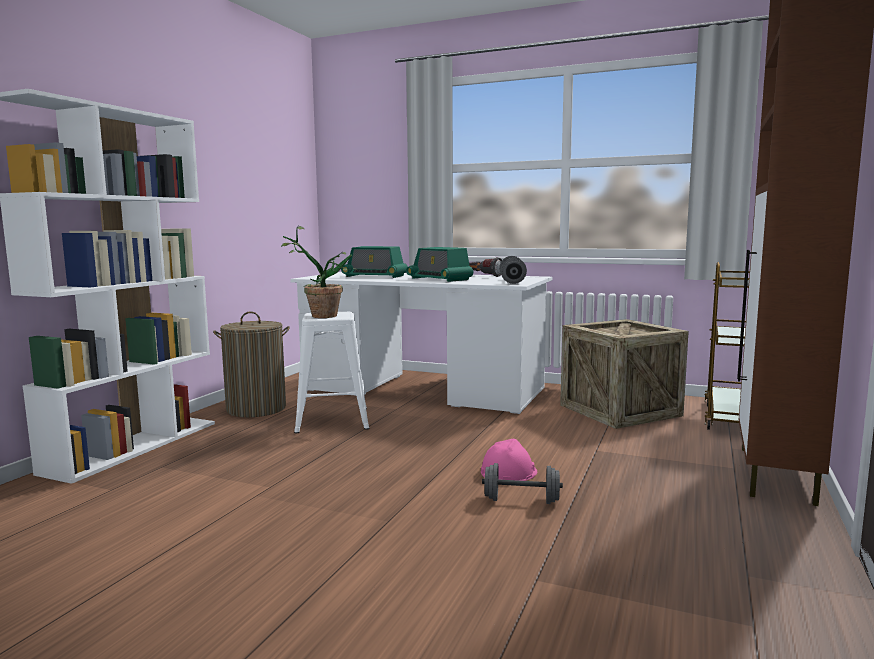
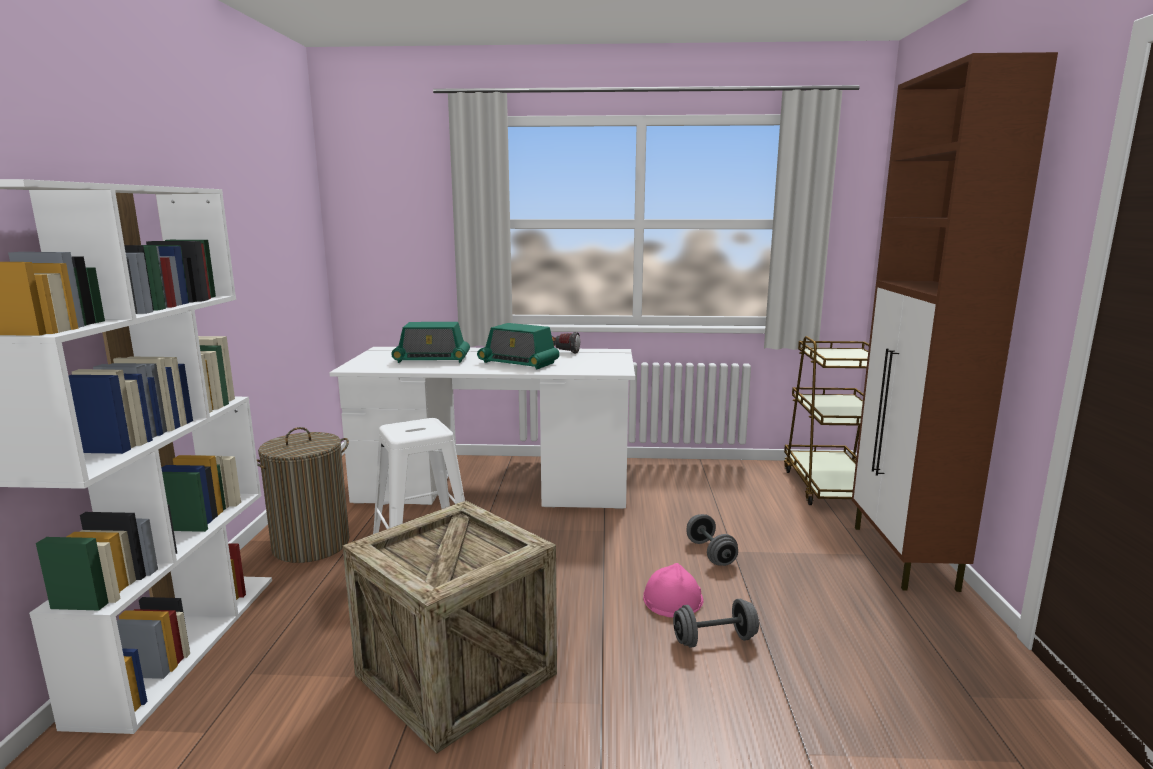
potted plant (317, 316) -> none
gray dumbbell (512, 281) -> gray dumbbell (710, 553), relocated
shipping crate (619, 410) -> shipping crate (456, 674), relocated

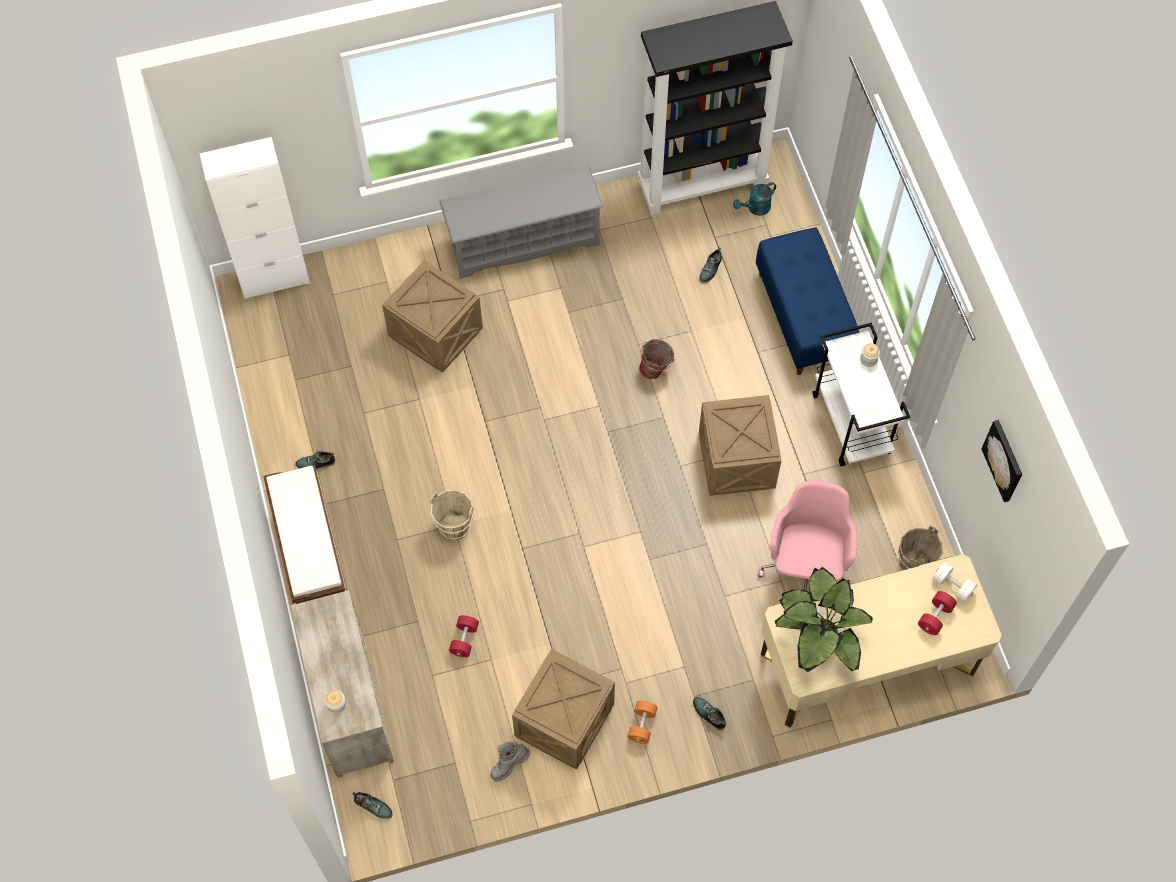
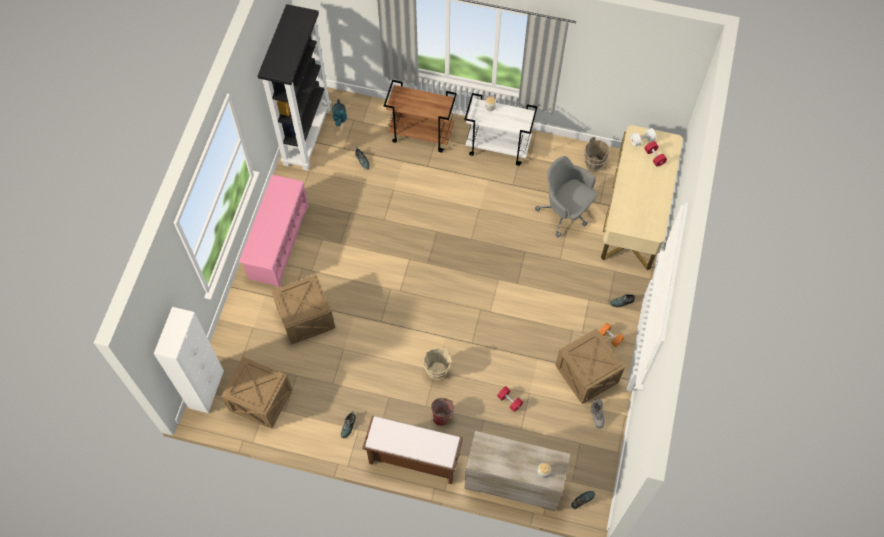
potted plant (818, 640) -> none
picture (1004, 460) -> none
water bucket (656, 370) -> water bucket (442, 415), relocated
shipping crate (736, 459) -> shipping crate (260, 400), relocated
blue indoor bench (803, 317) -> brown cart (422, 134)
gray shoe stand (523, 241) -> pink-coloured shoe stand (278, 242)
pink-coloured desk chair (806, 566) -> gray desk chair (565, 212)

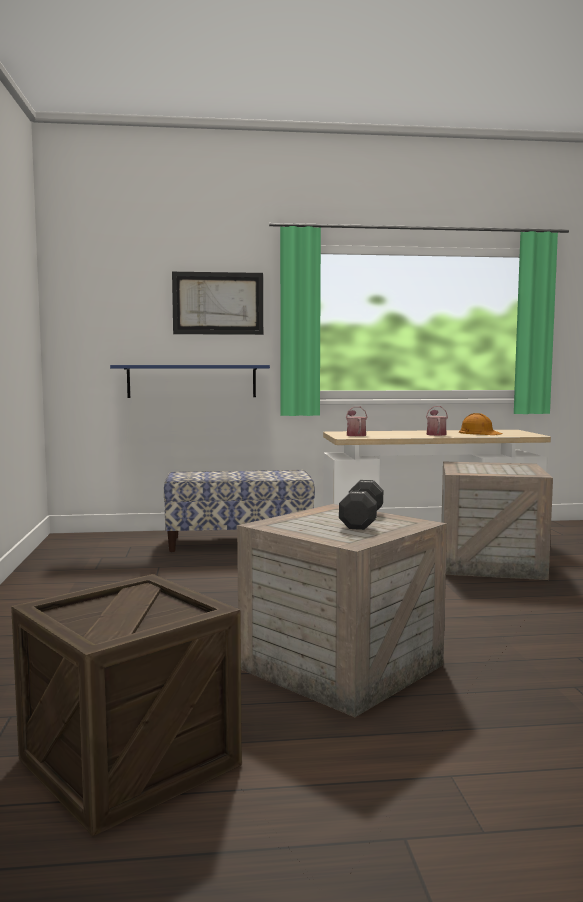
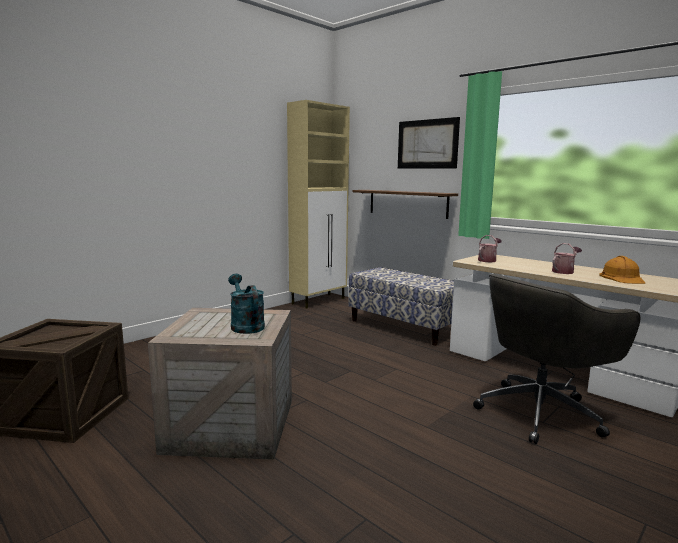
none -> sand-coloured cabinet (319, 301)
black dumbbell (362, 520) -> turquoise watering can (245, 325)
shipping crate (488, 563) -> gray desk chair (541, 412)
blue bracket shelf (192, 381) -> brown bracket shelf (407, 203)

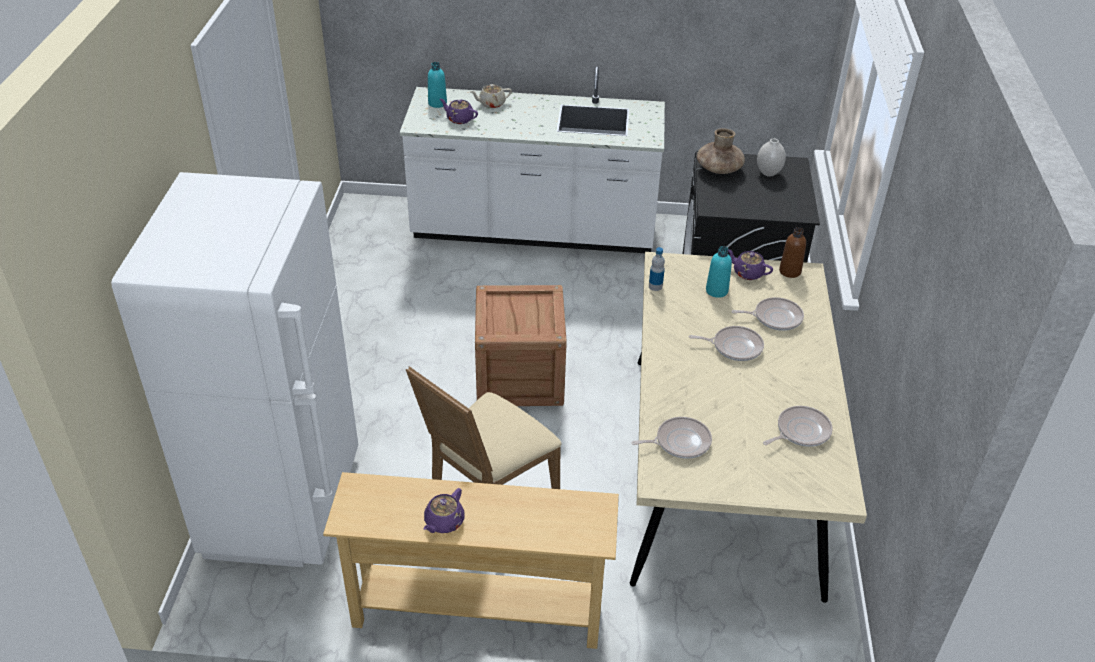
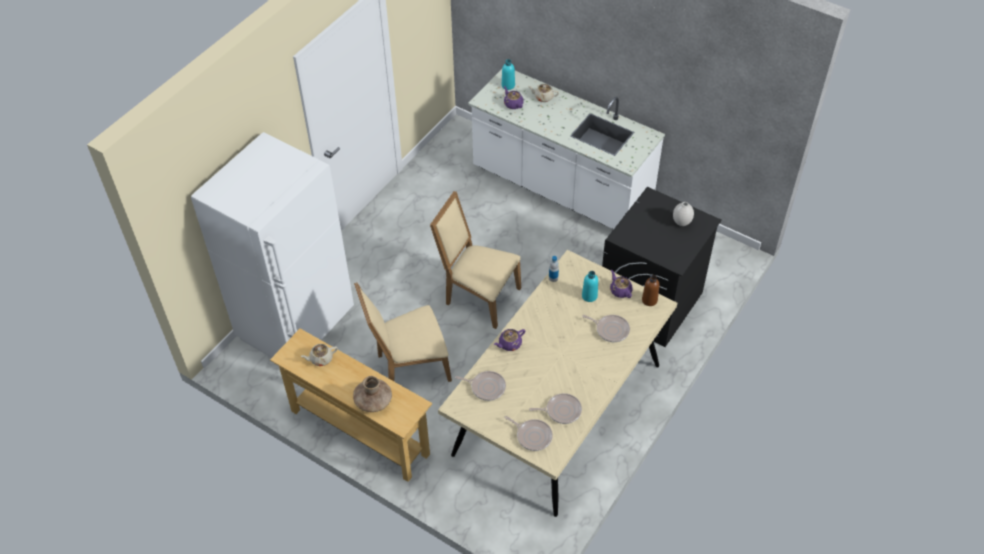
none -> sand-coloured pot for tea (321, 359)
purple pot for tea (443, 522) -> purple pot for tea (509, 344), relocated
pan (734, 347) -> pan (532, 435), relocated
brown vase (718, 169) -> brown vase (373, 401), relocated
shipping crate (519, 377) -> sand-coloured upright chair (478, 296)

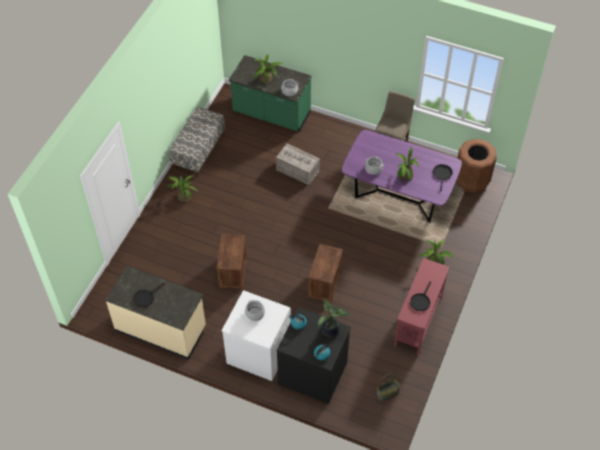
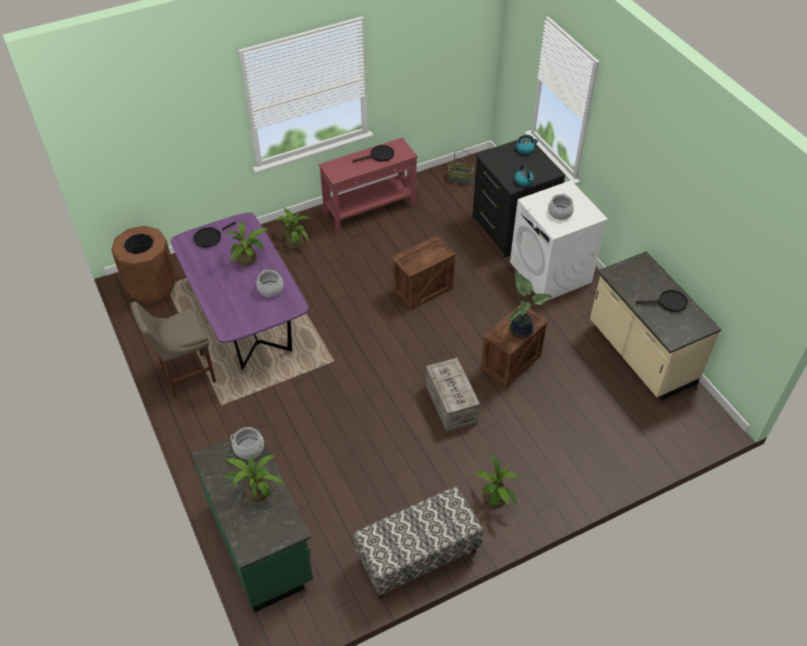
shipping crate (298, 170) -> shipping crate (450, 403), relocated
potted plant (330, 331) -> potted plant (521, 329), relocated

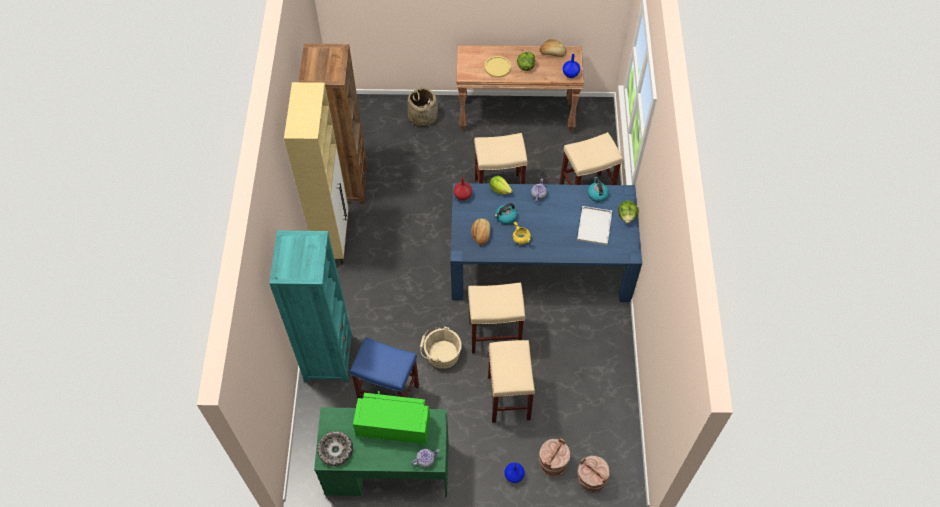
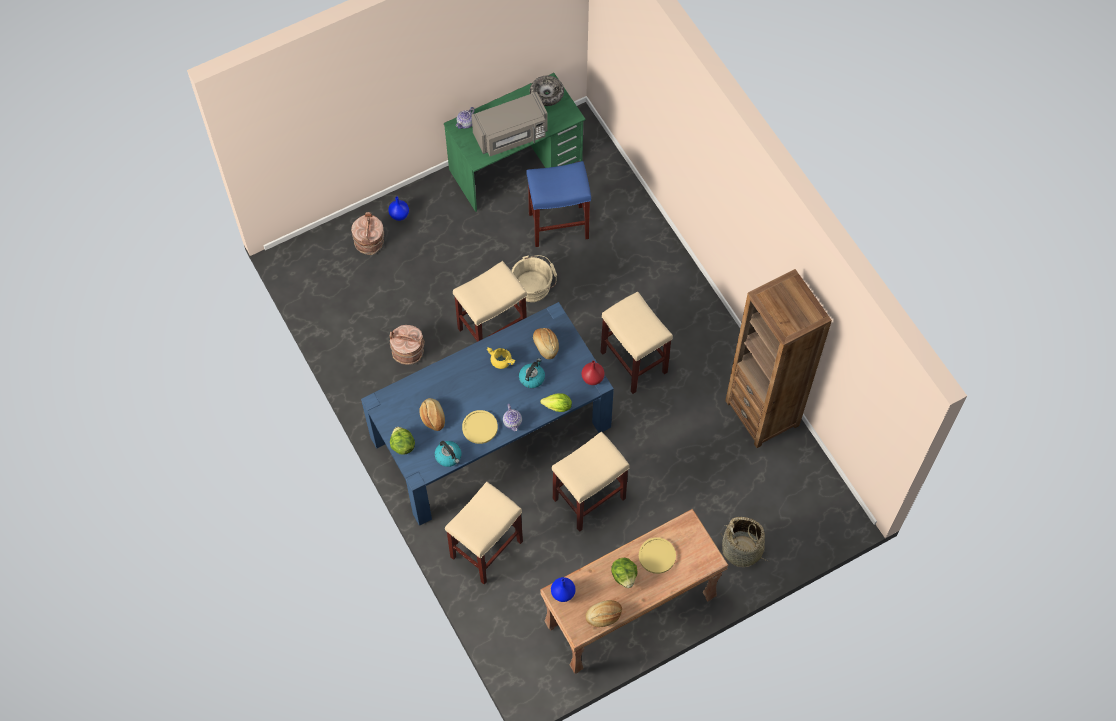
turquoise bookcase (328, 358) -> none
sand-coloured cabinet (334, 239) -> none
none -> yellow dinner plate (480, 427)
sand-coloured sitting stool (508, 397) -> sand-coloured sitting stool (634, 362), relocated
brown water bucket (591, 479) -> brown water bucket (408, 352), relocated
whitish serving tray (594, 225) -> baked bread (433, 417)
green-coloured kitchen microwave (393, 425) -> gray kitchen microwave (511, 136)

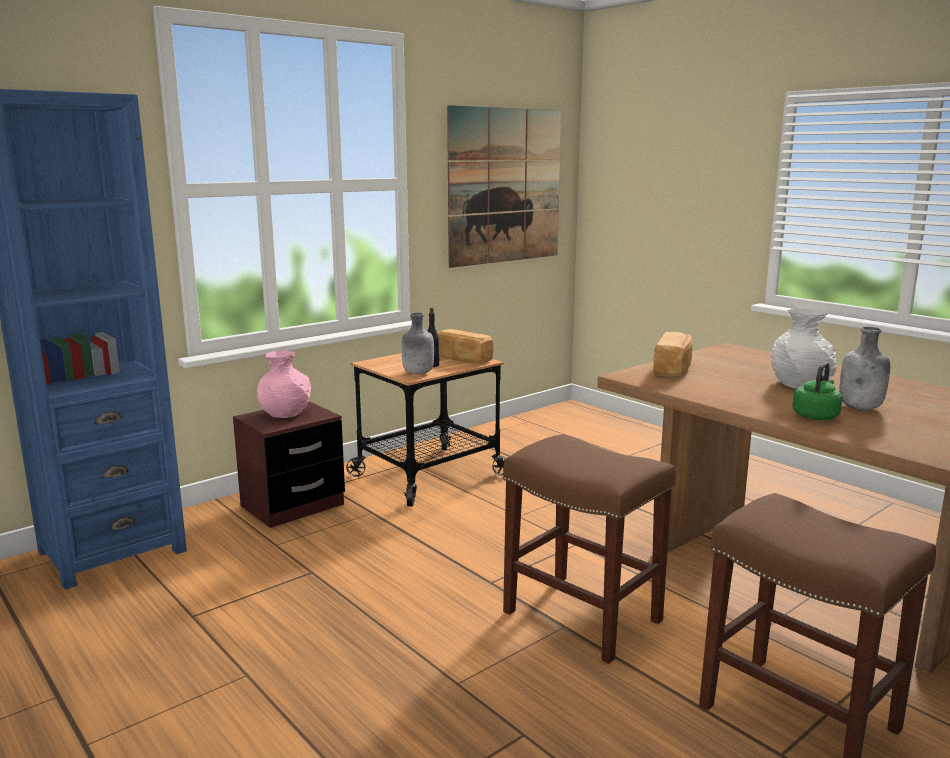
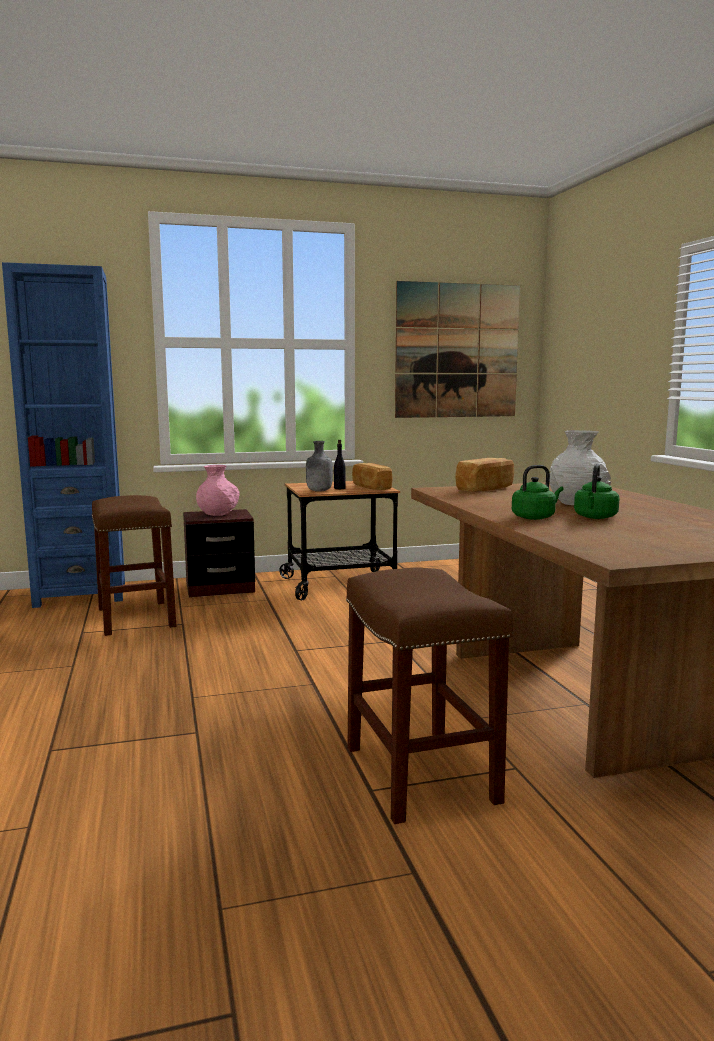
brown sitting stool (580, 616) -> brown sitting stool (135, 617), relocated
gray drink bottle (861, 408) -> green-coloured water kettle (595, 517)

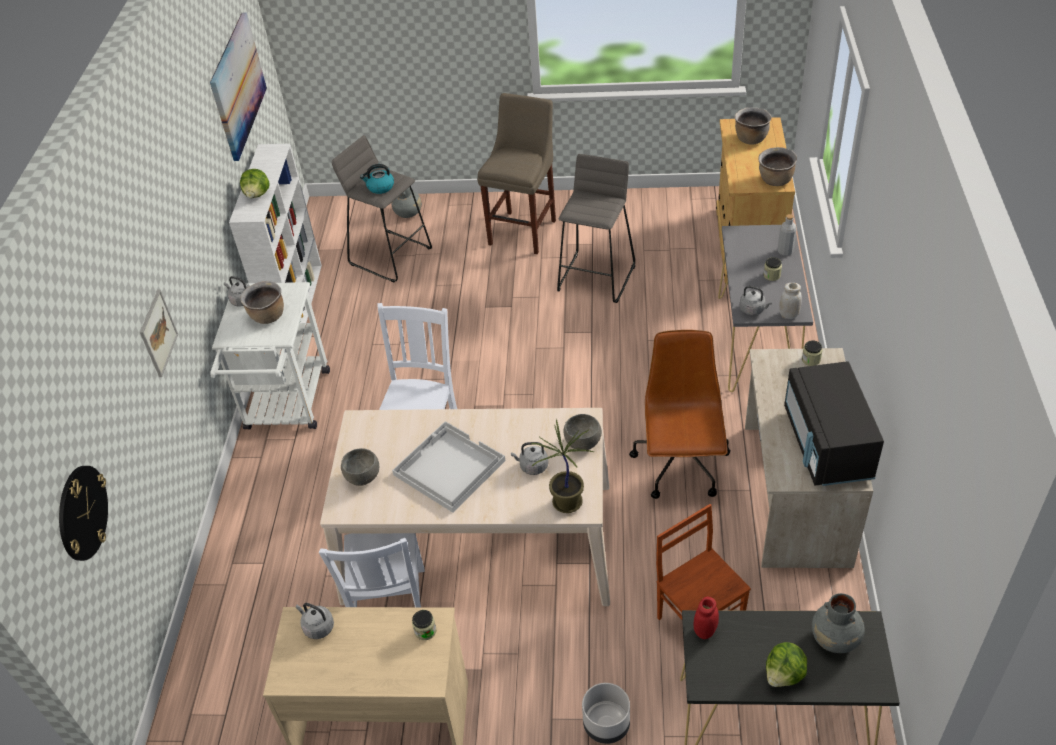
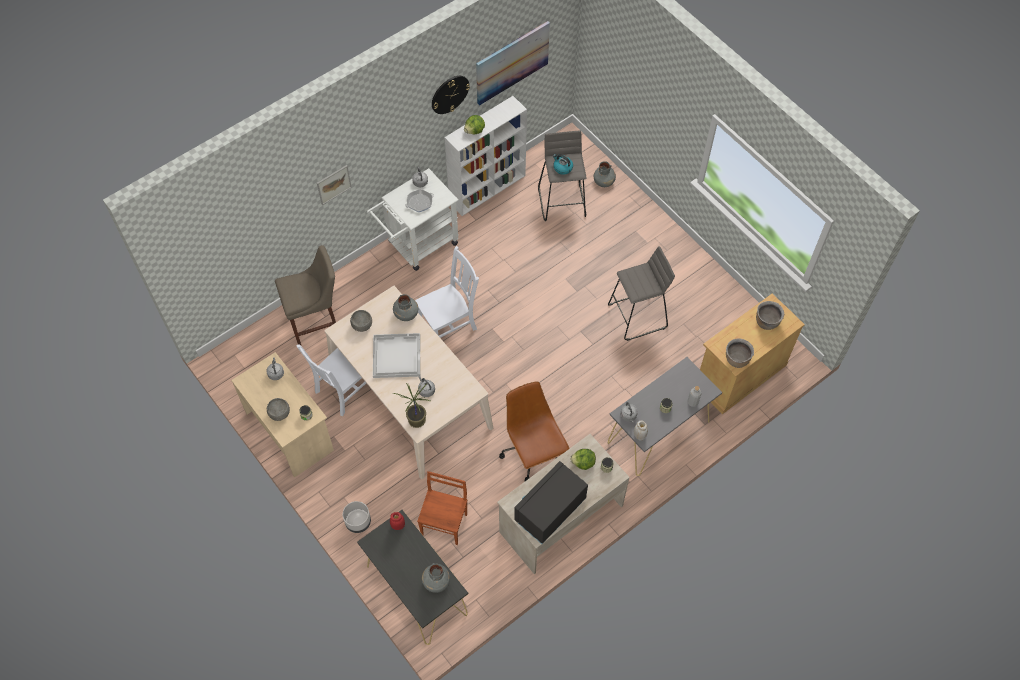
none -> gray vase (406, 313)
clock on the wall (82, 512) -> clock on the wall (449, 94), relocated
sand-coloured sitting stool (524, 230) -> sand-coloured sitting stool (317, 324), relocated
gray deep dish (583, 442) -> gray deep dish (280, 414), relocated
lettuce head (784, 675) -> lettuce head (583, 463), relocated
brown saucepot (267, 316) -> pan (419, 202)
brown desk chair (681, 467) -> brown desk chair (533, 453), 75 degrees counterclockwise

